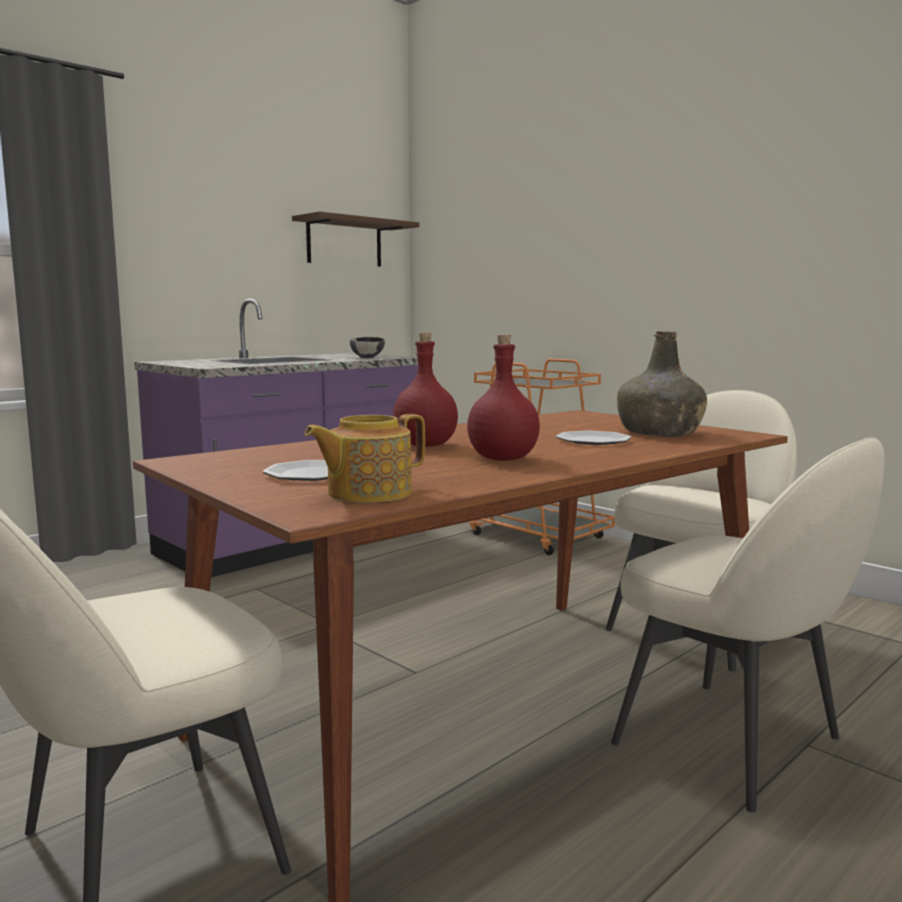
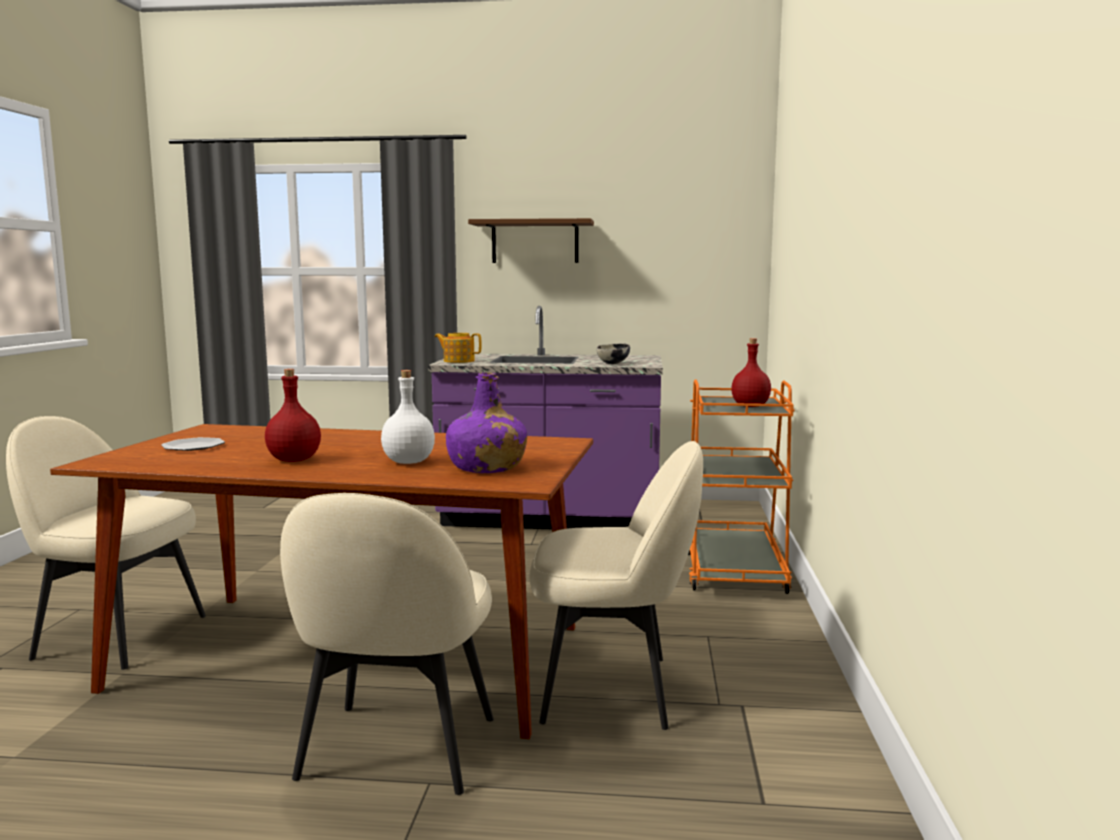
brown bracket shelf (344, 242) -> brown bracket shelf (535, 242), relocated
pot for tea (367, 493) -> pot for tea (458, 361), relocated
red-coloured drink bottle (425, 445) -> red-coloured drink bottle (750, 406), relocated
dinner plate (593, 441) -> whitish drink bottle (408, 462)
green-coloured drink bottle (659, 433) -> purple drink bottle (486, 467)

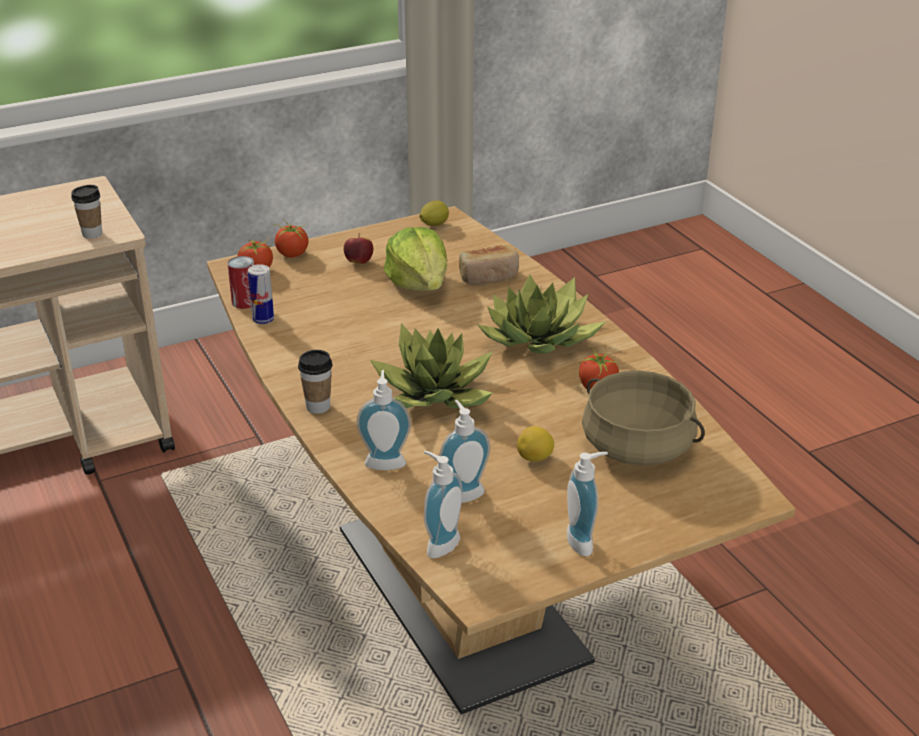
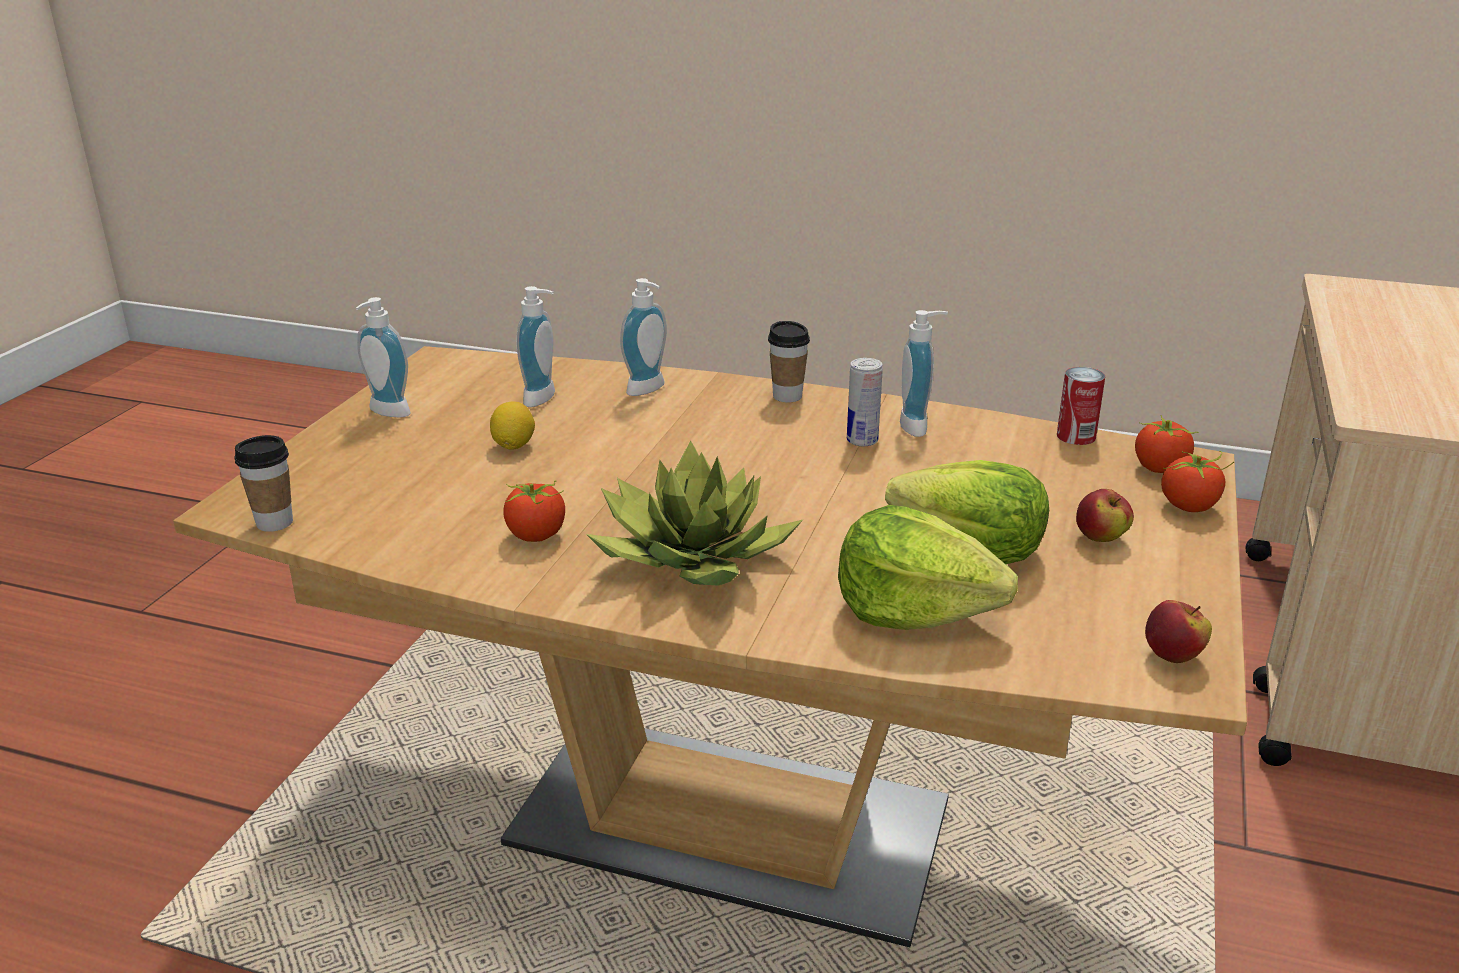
potted plant (436, 394) -> none
sand-coloured saucepot (638, 447) -> none
small cup (92, 234) -> small cup (274, 522), relocated
metal can (263, 319) -> metal can (862, 441), relocated
soap dispenser (439, 544) -> soap dispenser (919, 426), relocated
whole lemon (434, 225) -> whole apple (1173, 656)
baked bread (489, 276) -> lettuce head (914, 610)

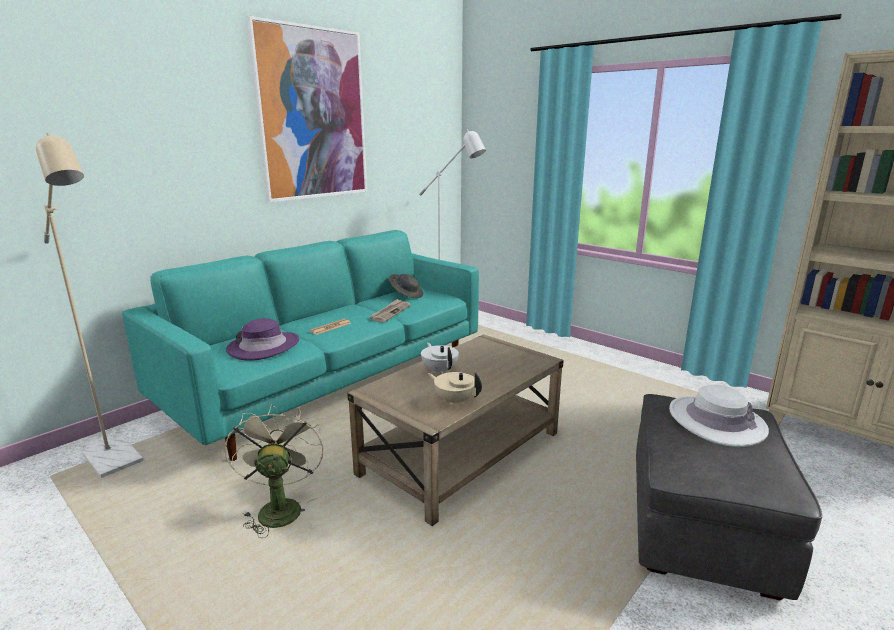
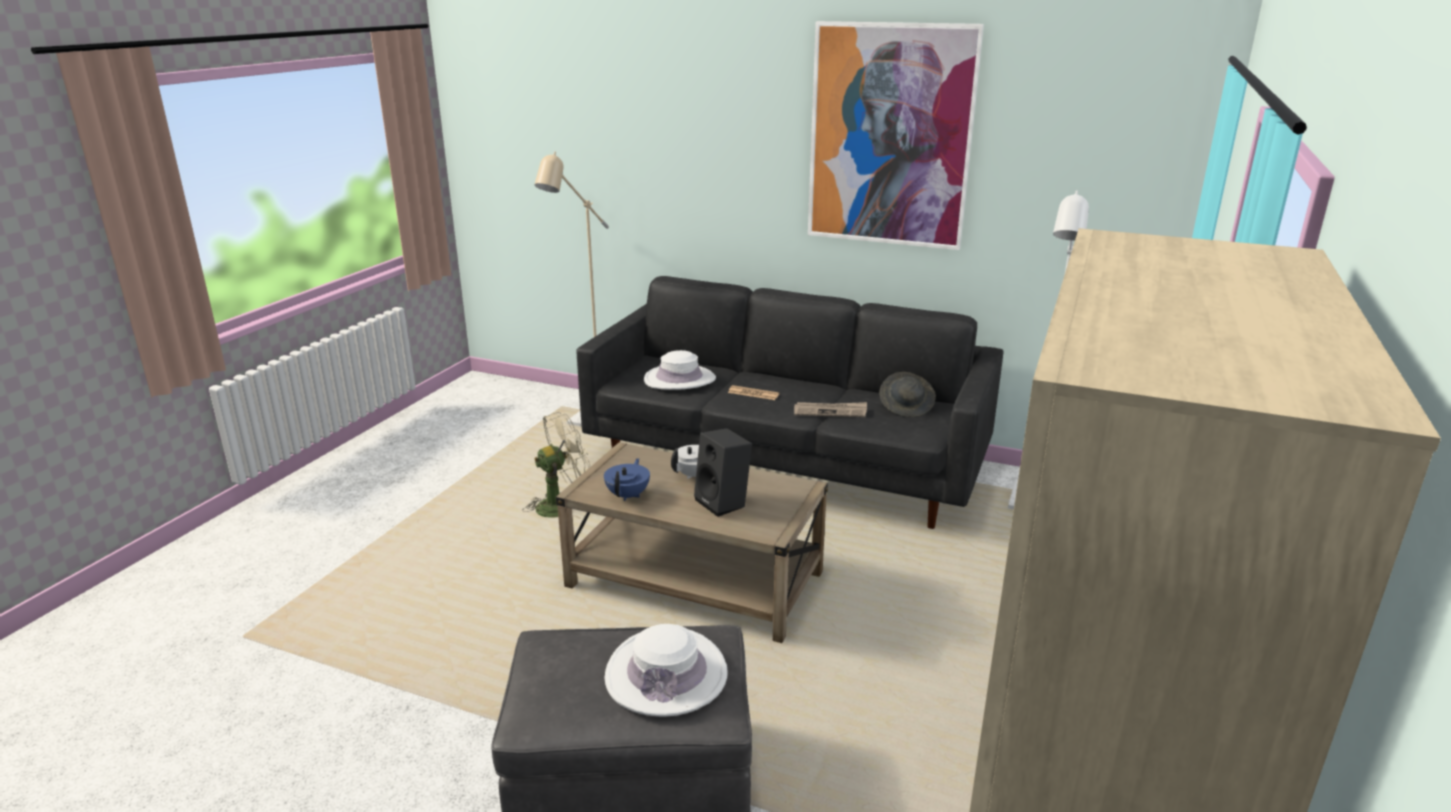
none -> black audio speaker (724, 503)
turquoise sofa (333, 385) -> black sofa (785, 467)
purple wearable hat (263, 346) -> whitish wearable hat (679, 379)
sand-coloured pot for tea (454, 400) -> blue pot for tea (628, 495)

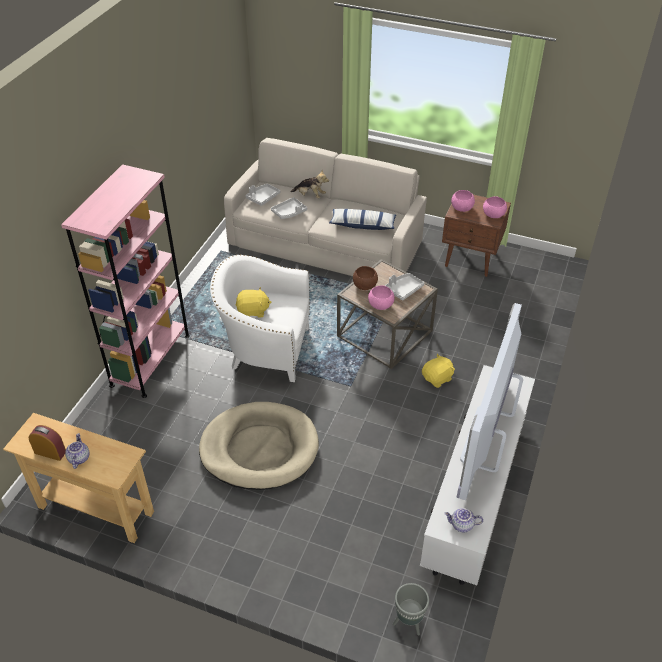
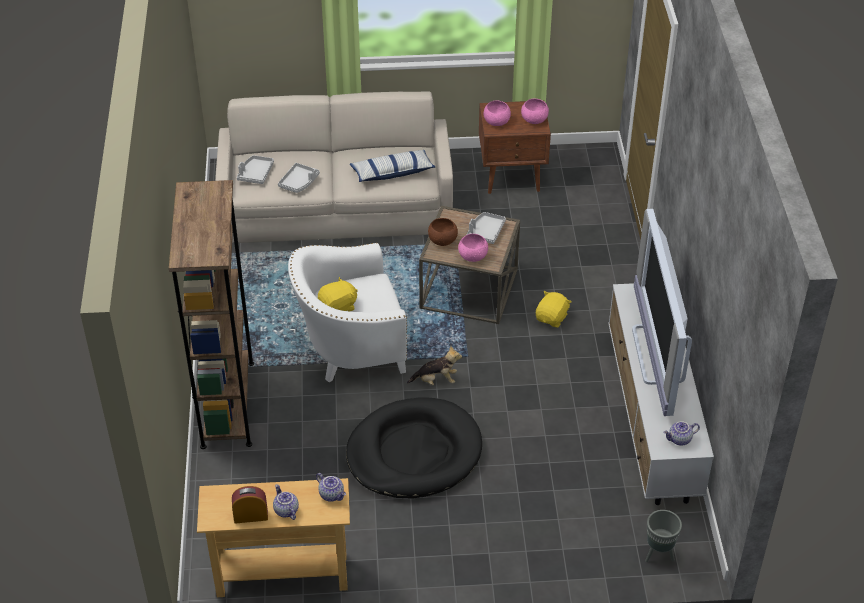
none -> pot for tea (332, 494)
plush toy (310, 196) -> plush toy (436, 380), relocated
pink-coloured bookcase (150, 360) -> brown bookcase (228, 404)
sand-coloured dog cushion (259, 449) -> black dog cushion (414, 453)

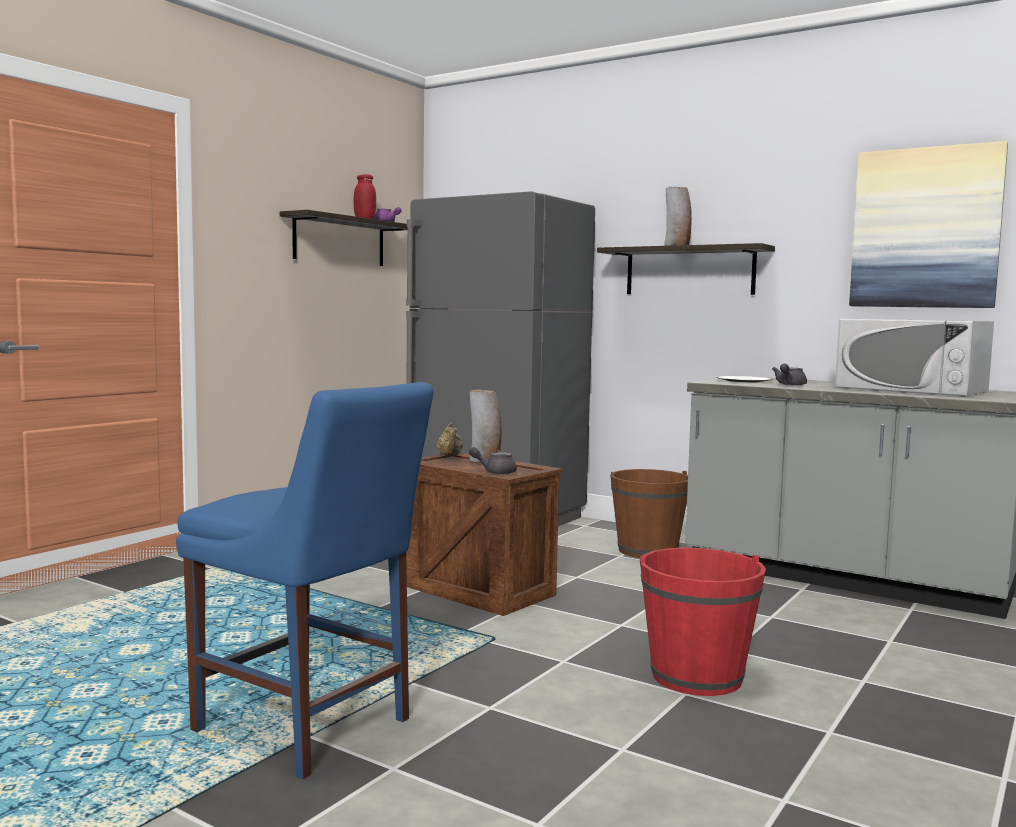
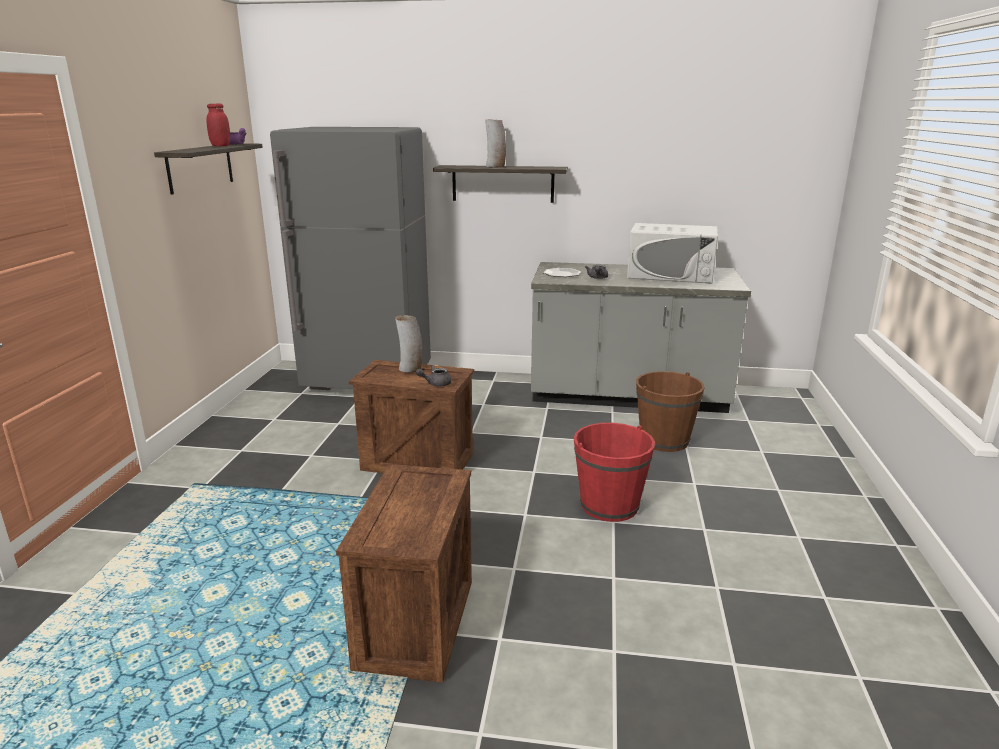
sand-coloured pot for tea (449, 456) -> none
picture (925, 228) -> none
brown water bucket (648, 551) -> brown water bucket (664, 440), relocated
blue upright chair (309, 728) -> shipping crate (417, 624)

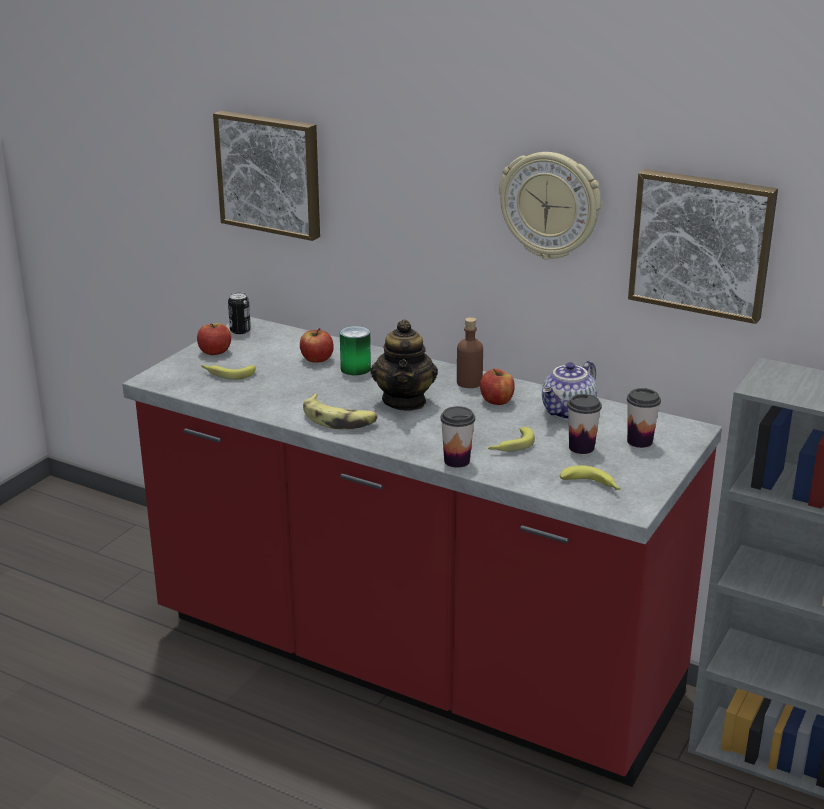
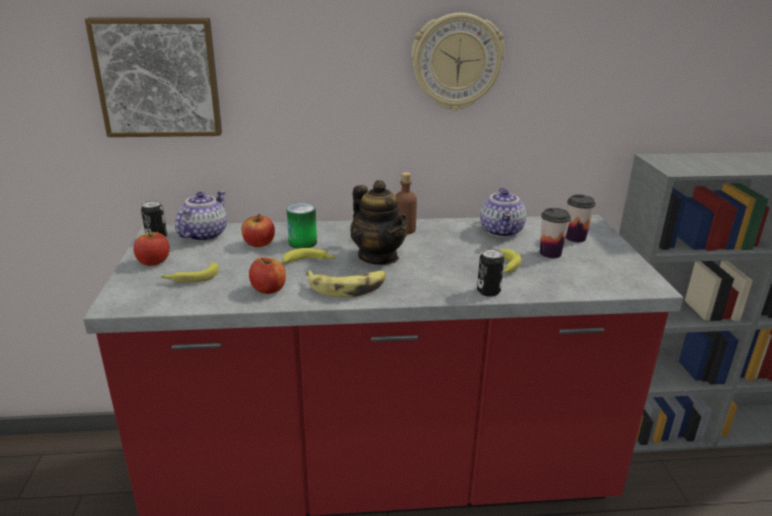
picture (702, 243) -> none
none -> pot for tea (204, 234)
whole apple (497, 401) -> whole apple (268, 289), relocated
banana fruit (592, 485) -> banana fruit (310, 262), relocated
small cup (457, 461) -> metal can (488, 291)

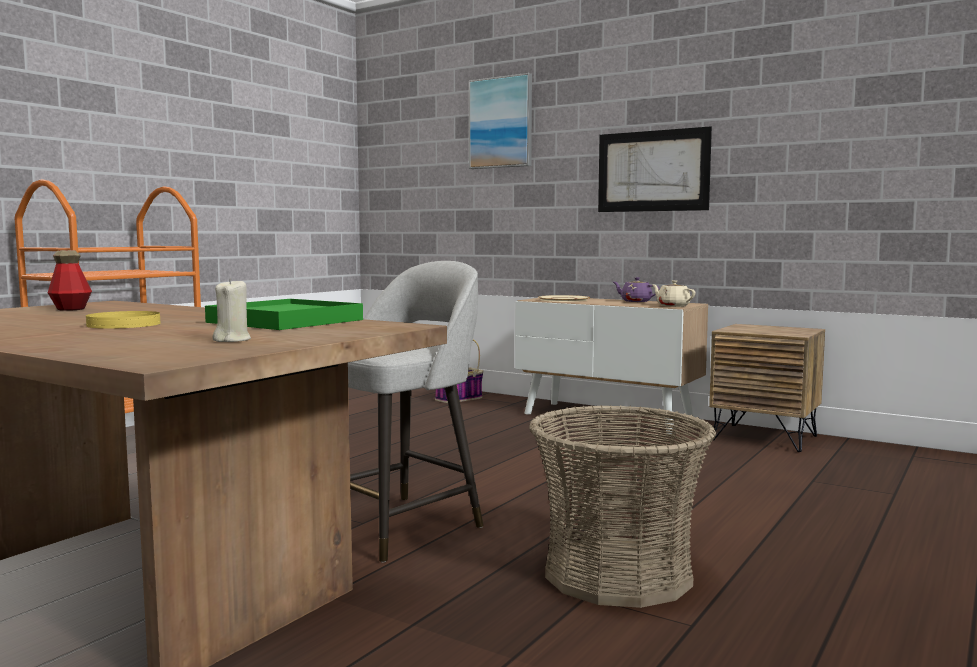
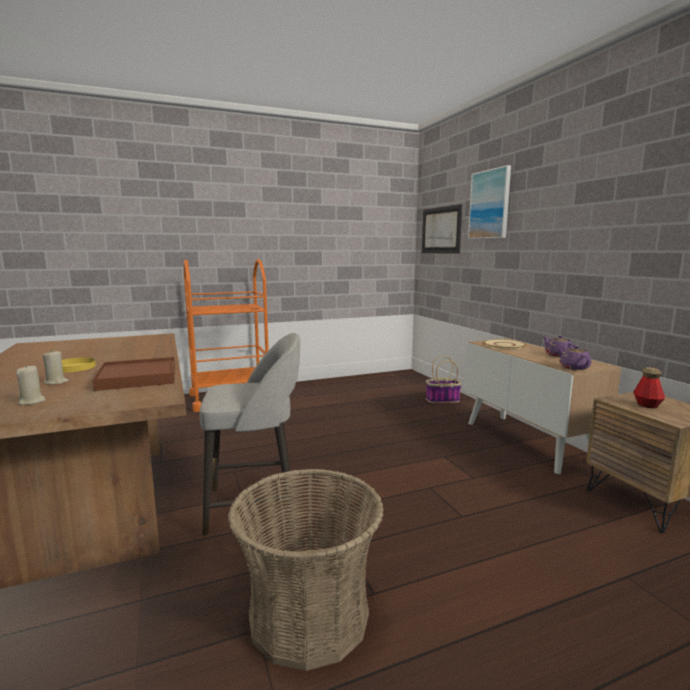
none -> sand-coloured candle (56, 382)
drink bottle (71, 309) -> drink bottle (647, 405), relocated
picture (652, 171) -> picture (441, 230), relocated
green-coloured serving tray (285, 321) -> brown serving tray (137, 377)
sand-coloured pot for tea (672, 306) -> purple pot for tea (573, 367)

